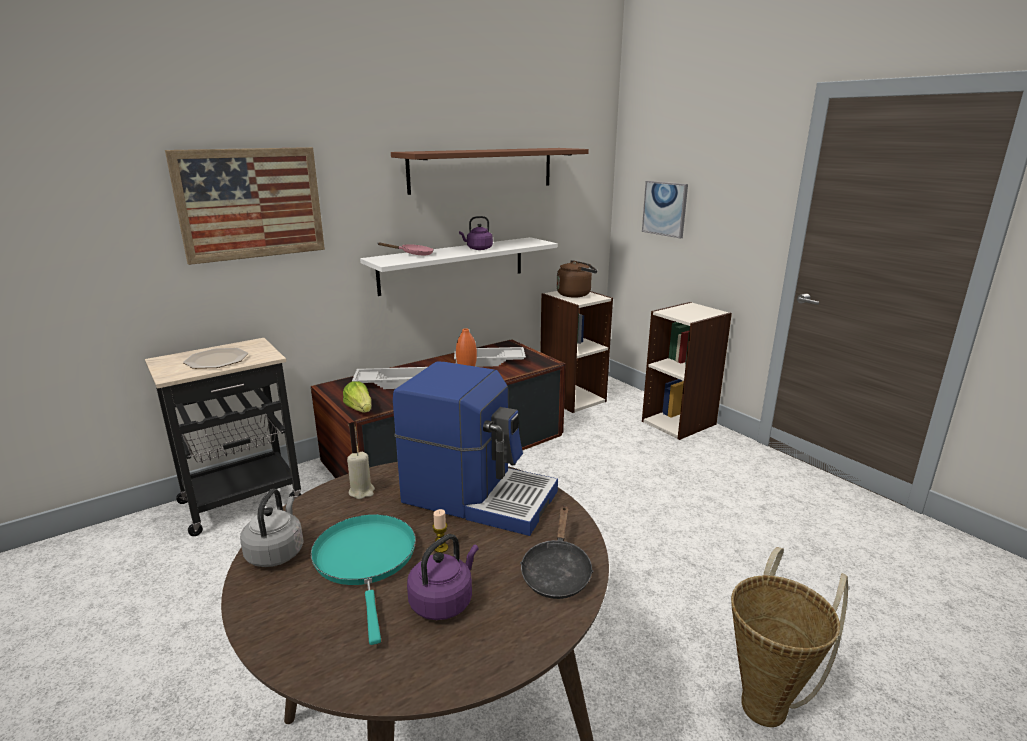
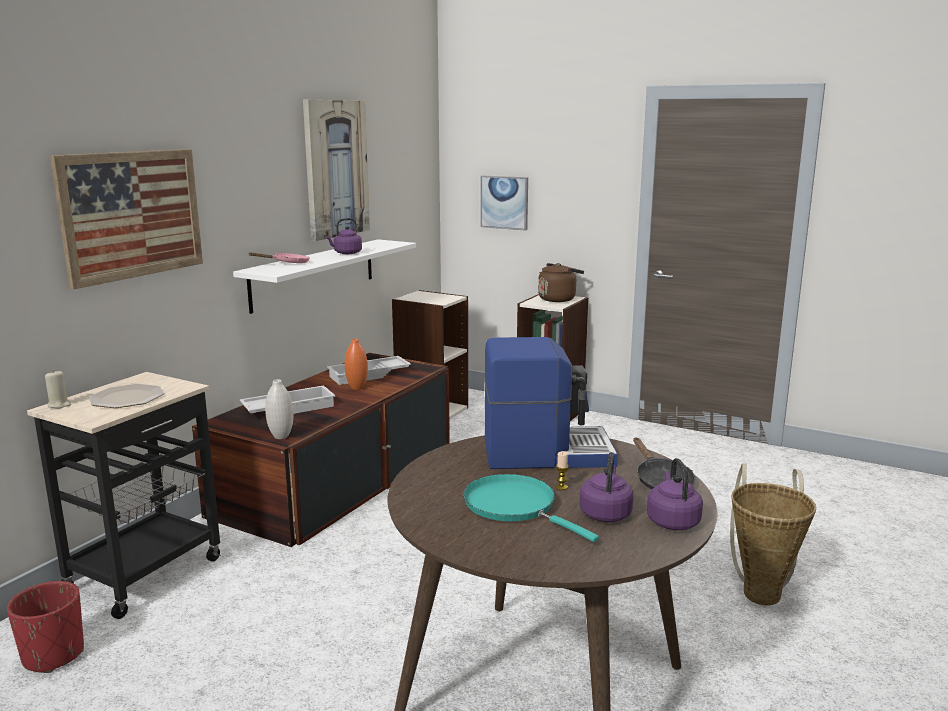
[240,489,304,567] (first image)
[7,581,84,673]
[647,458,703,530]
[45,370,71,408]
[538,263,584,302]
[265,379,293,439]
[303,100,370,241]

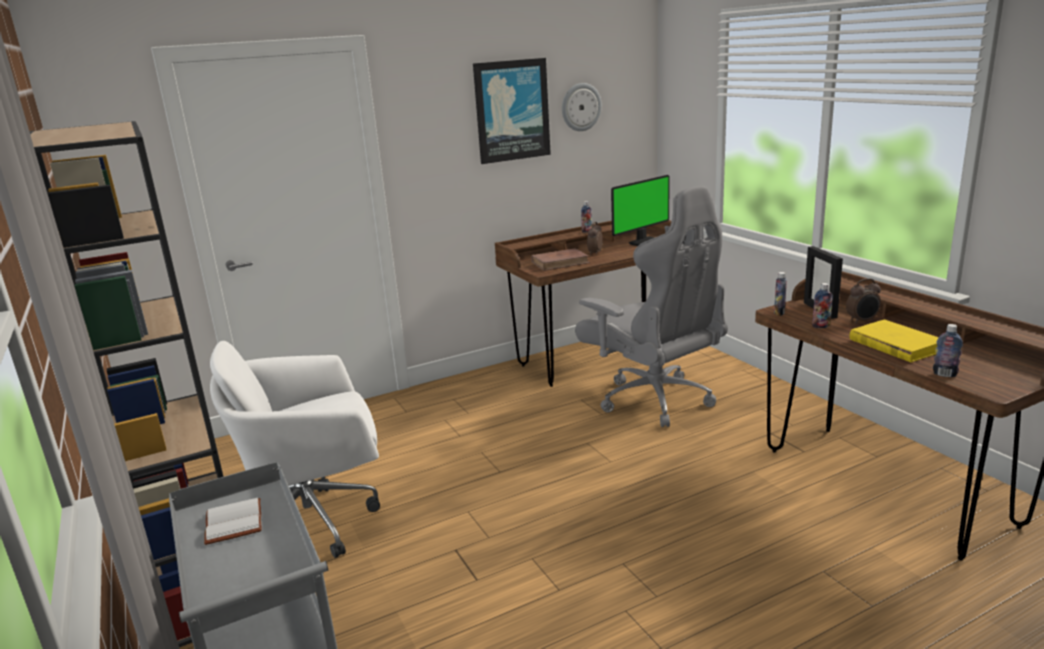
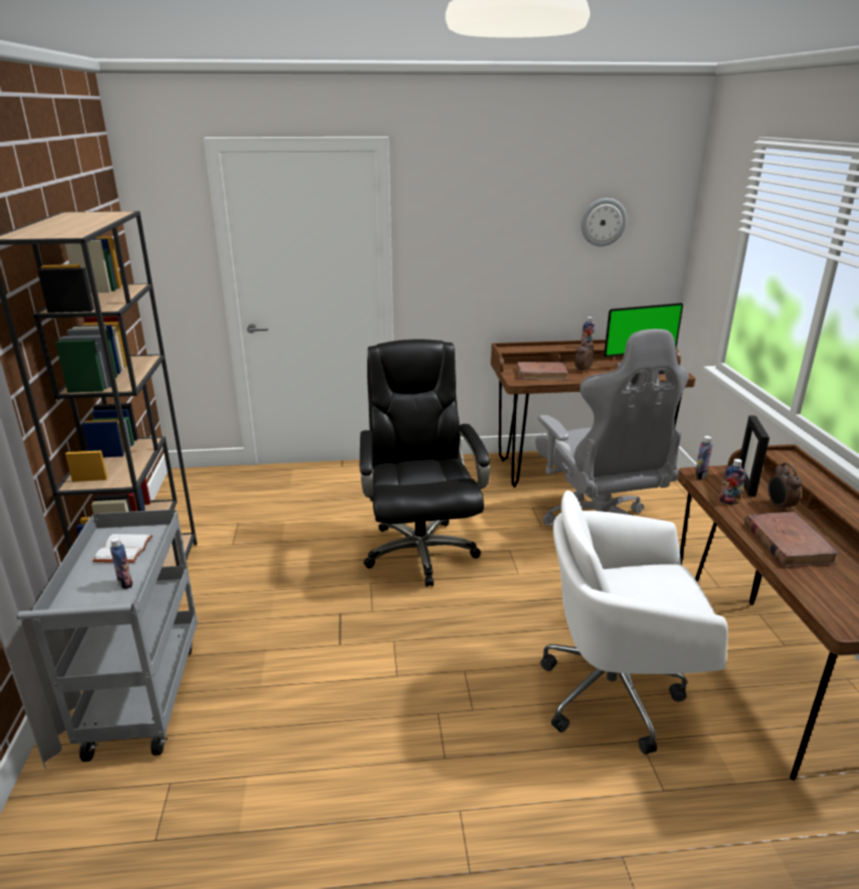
[473,58,551,164] (first image)
[360,339,490,587]
[540,490,728,754]
[110,537,133,589]
[744,512,840,567]
[768,462,802,512]

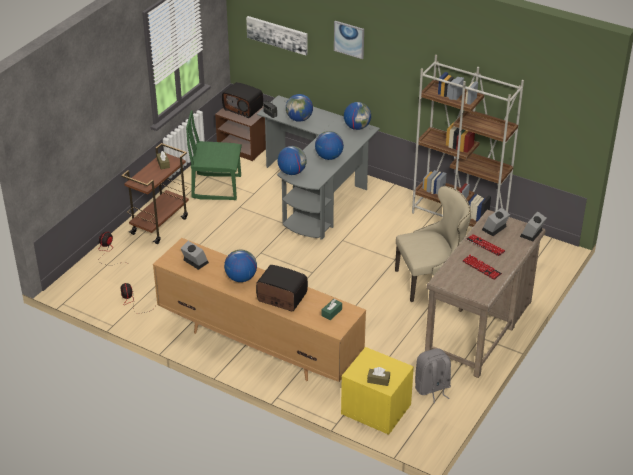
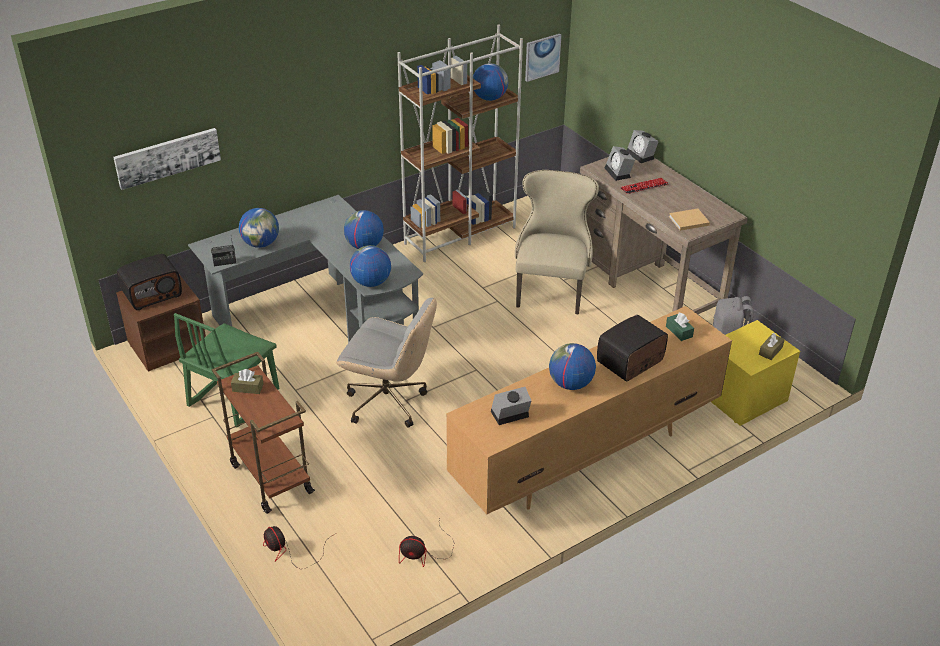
[462,255,502,280] (first image)
[336,297,437,428]
[669,209,710,231]
[525,34,562,82]
[473,63,508,101]

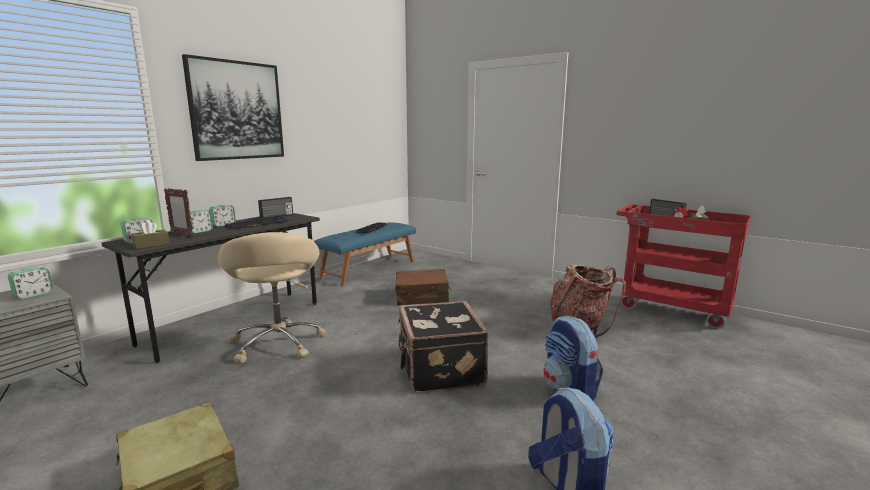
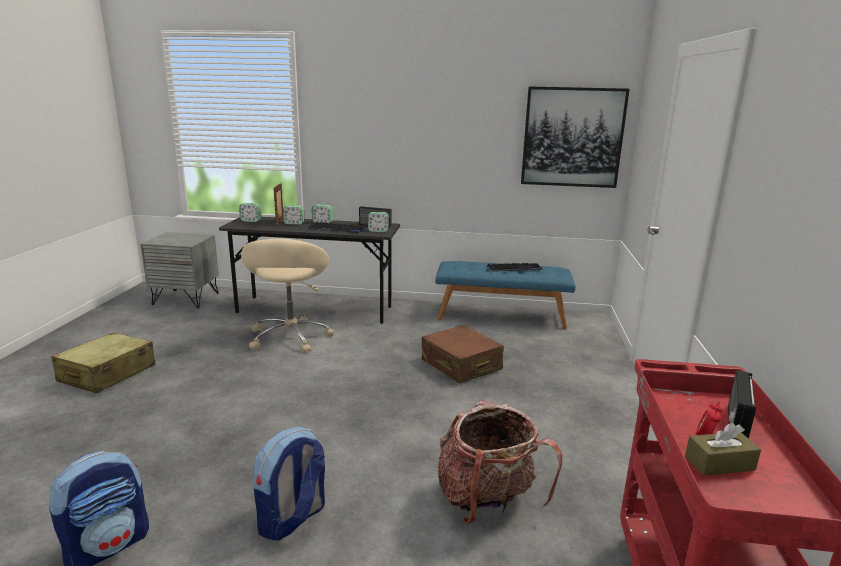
[131,220,170,249] (first image)
[397,301,489,394] (first image)
[368,212,389,232]
[521,86,630,188]
[241,239,334,353]

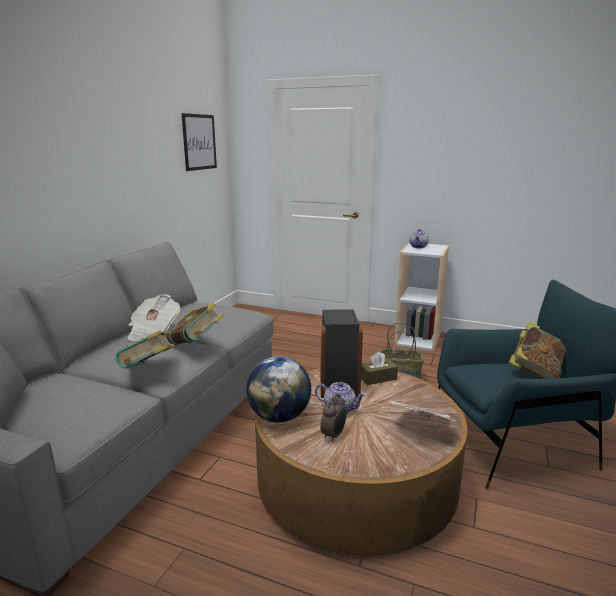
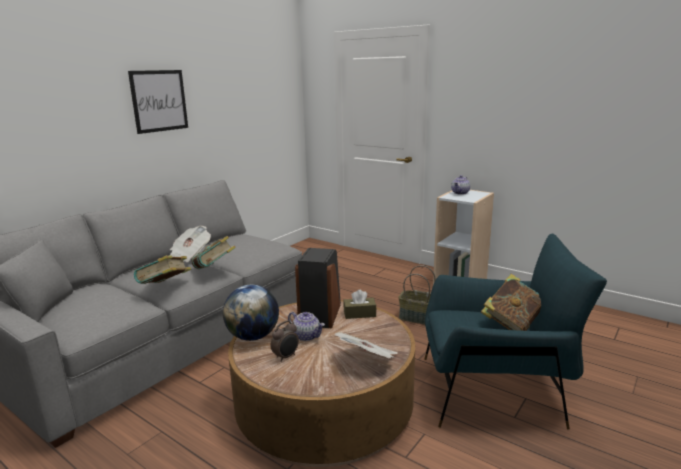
[128,70,188,134]

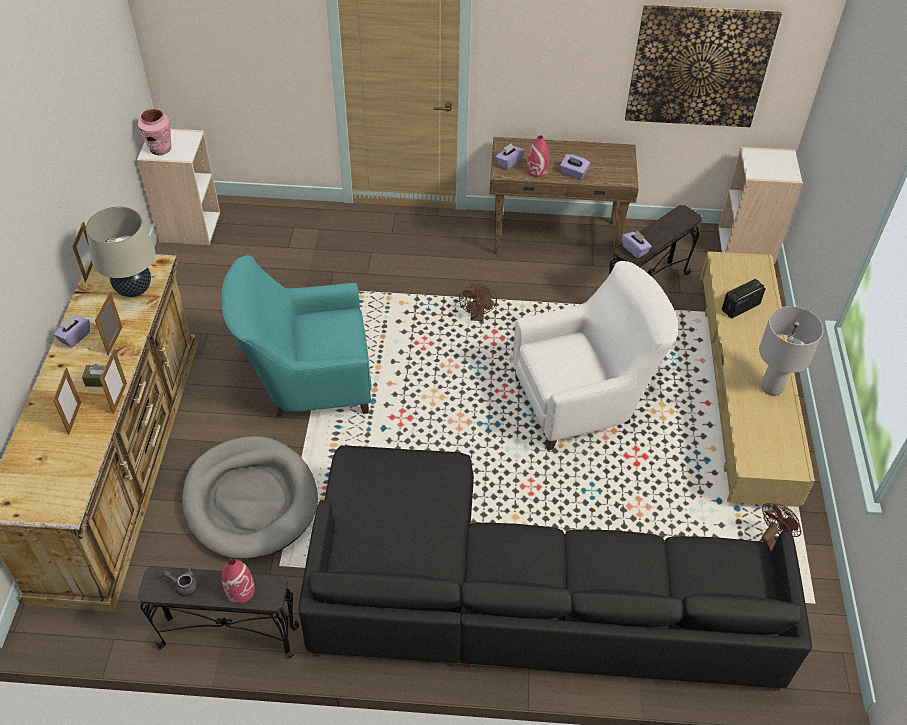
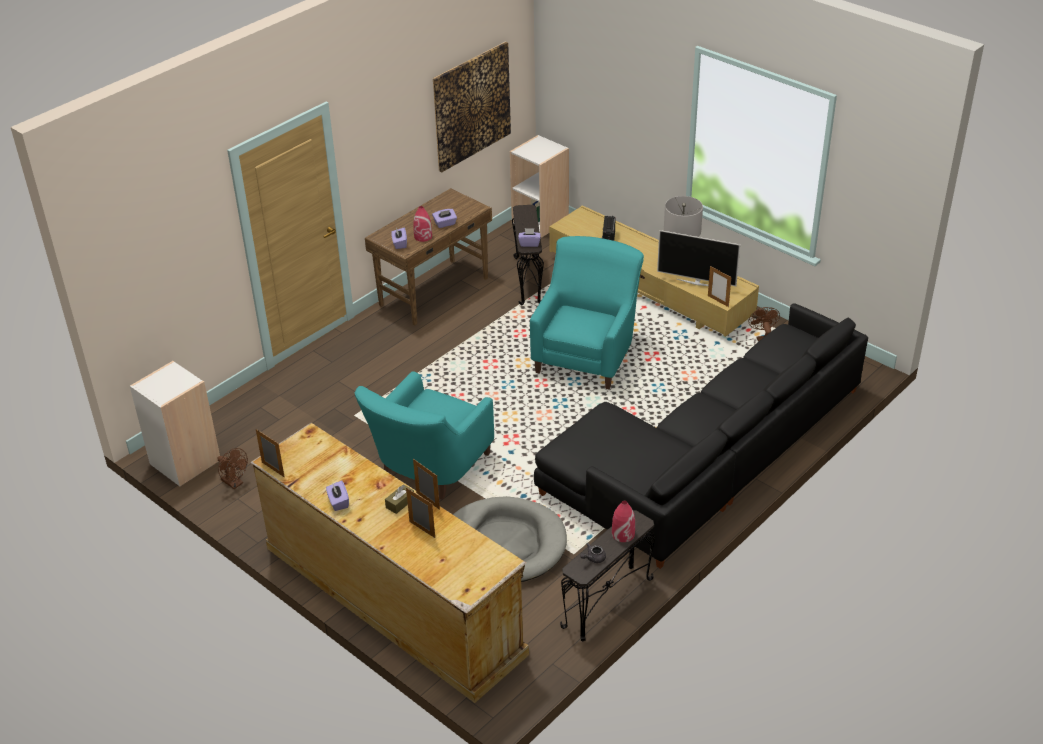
[86,207,155,297] (first image)
[138,109,171,155] (first image)
[657,230,740,286]
[708,266,731,307]
[218,448,248,489]
[530,236,644,389]

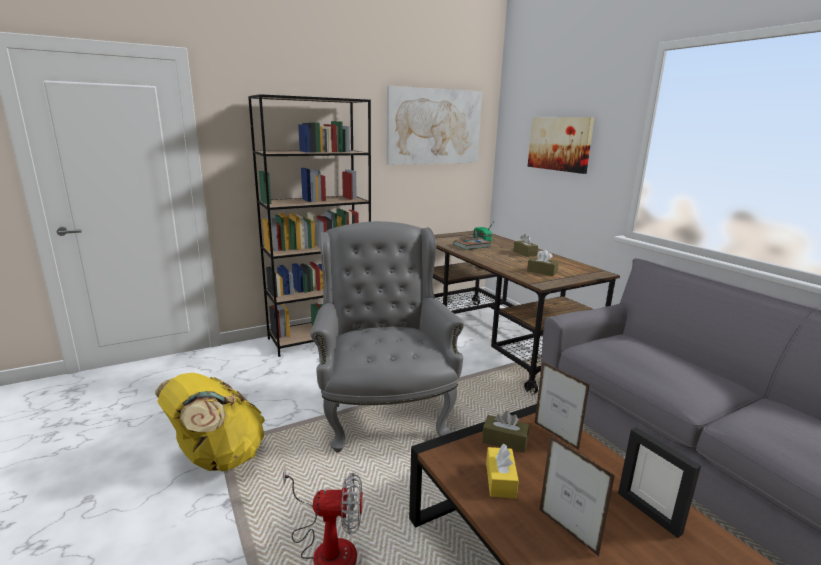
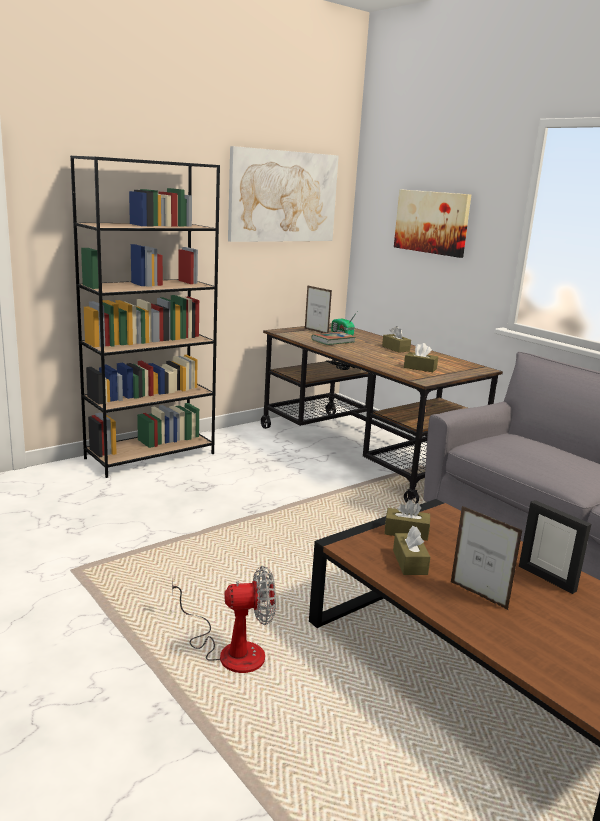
[155,373,265,472] (first image)
[310,221,464,452] (first image)
[305,285,332,333]
[393,526,430,575]

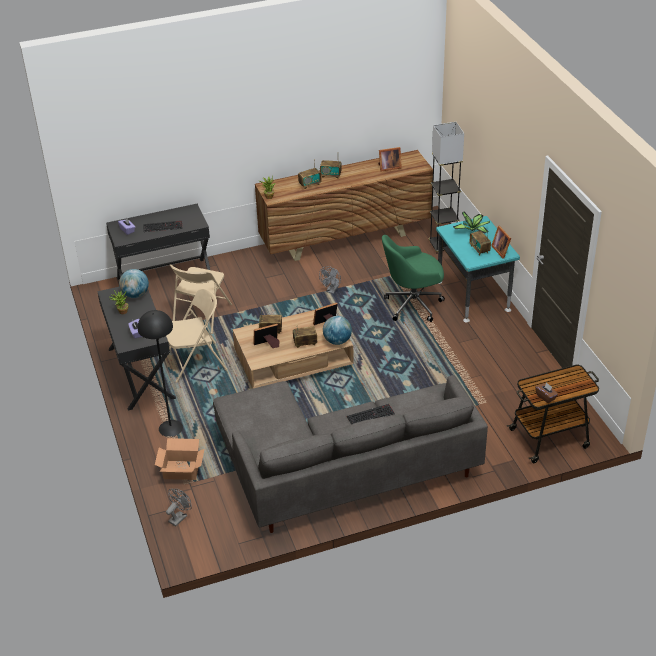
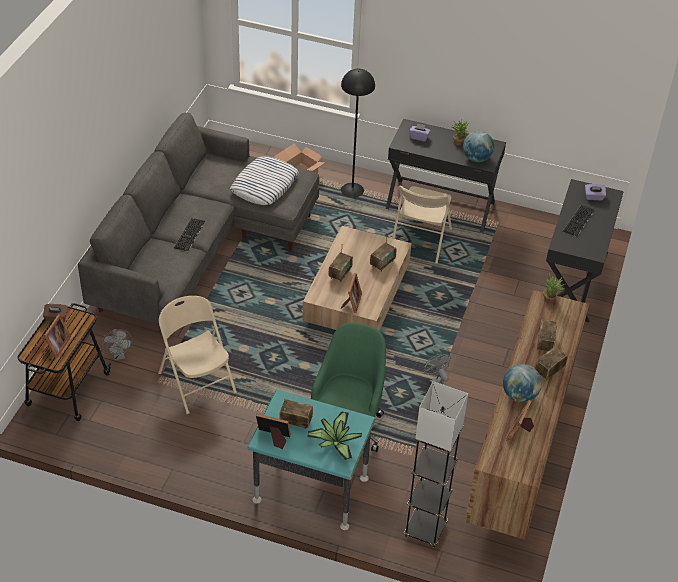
[230,156,299,205]
[102,329,133,360]
[158,296,237,414]
[43,314,71,358]
[503,364,542,403]

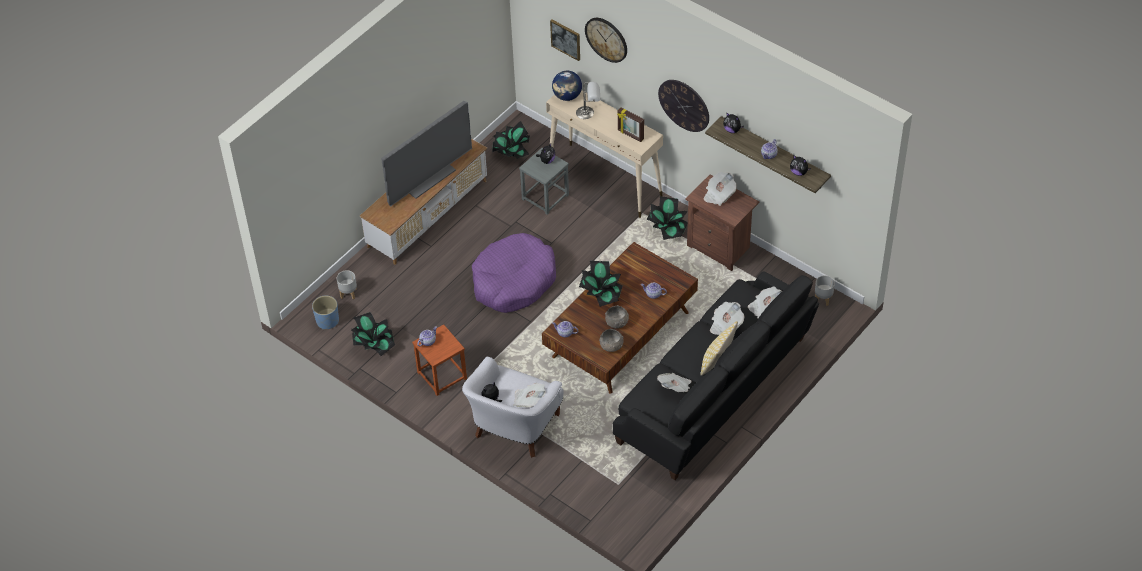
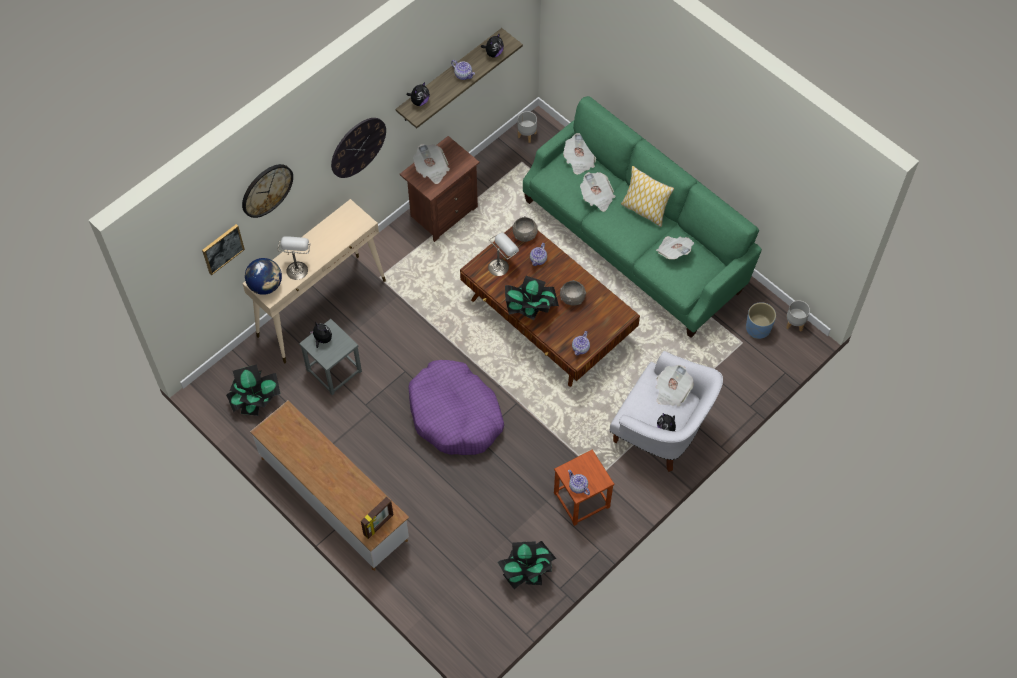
[381,101,472,207] (first image)
[646,196,688,240] (first image)
[488,233,519,276]
[746,302,776,339]
[786,300,810,332]
[512,216,538,242]
[361,497,393,539]
[523,96,762,338]

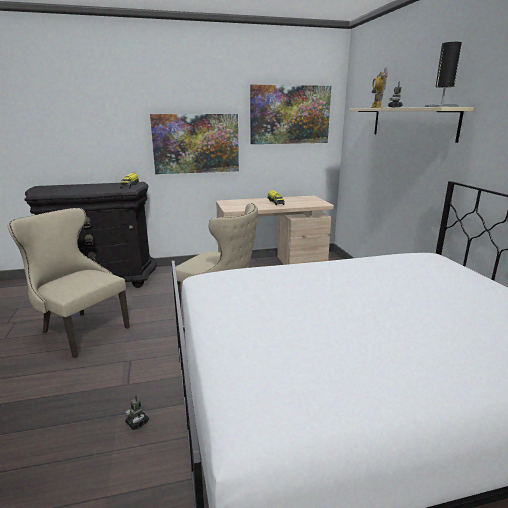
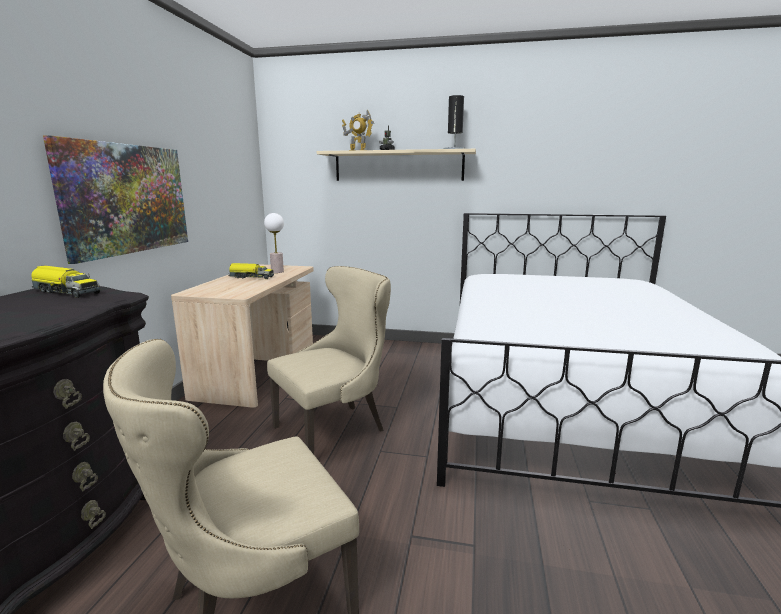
[125,395,149,430] (first image)
[250,85,331,144] (first image)
[264,213,284,273]

